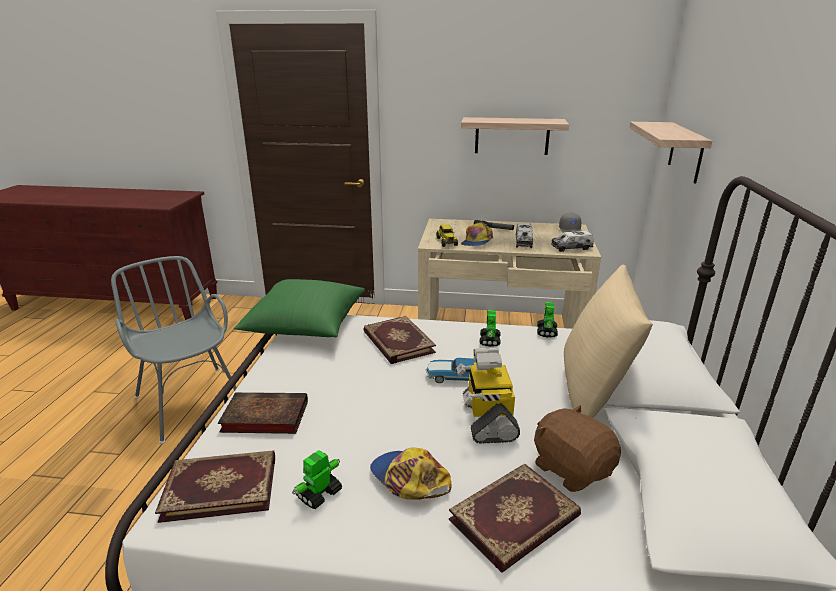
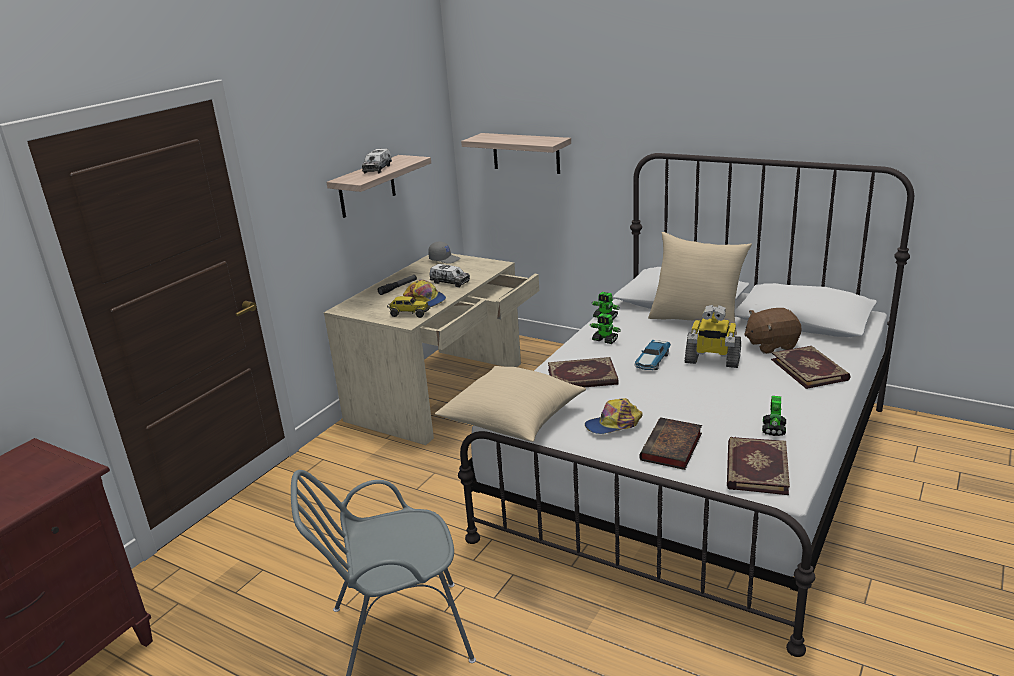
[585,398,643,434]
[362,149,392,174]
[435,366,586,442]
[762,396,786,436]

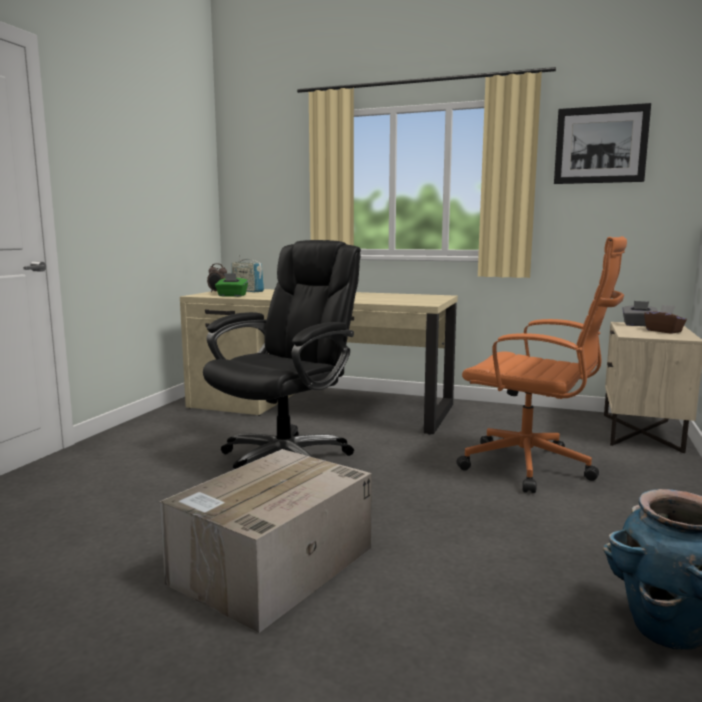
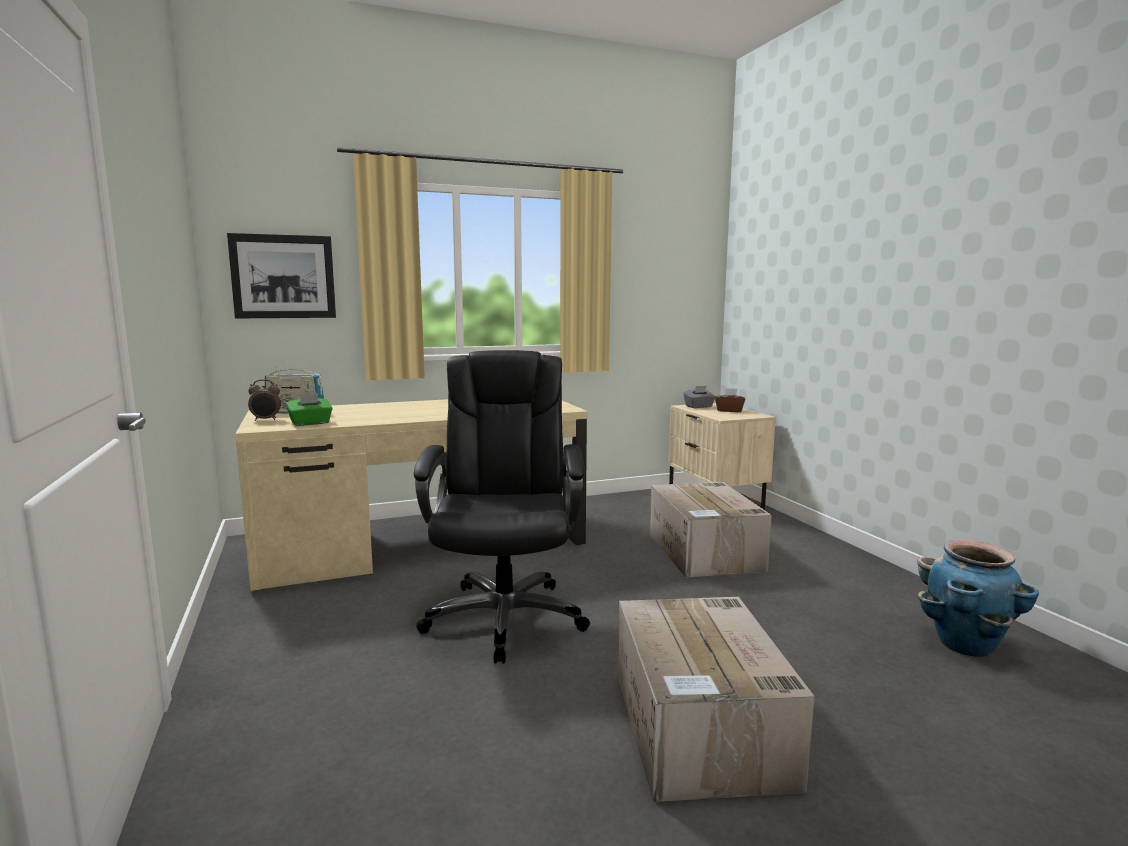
[227,233,336,318]
[650,482,772,578]

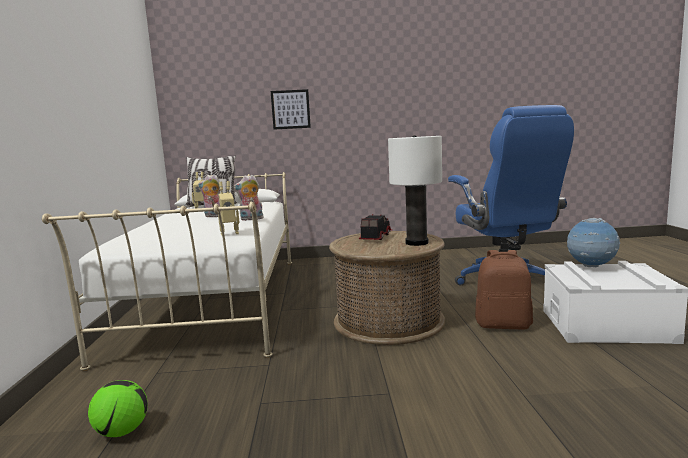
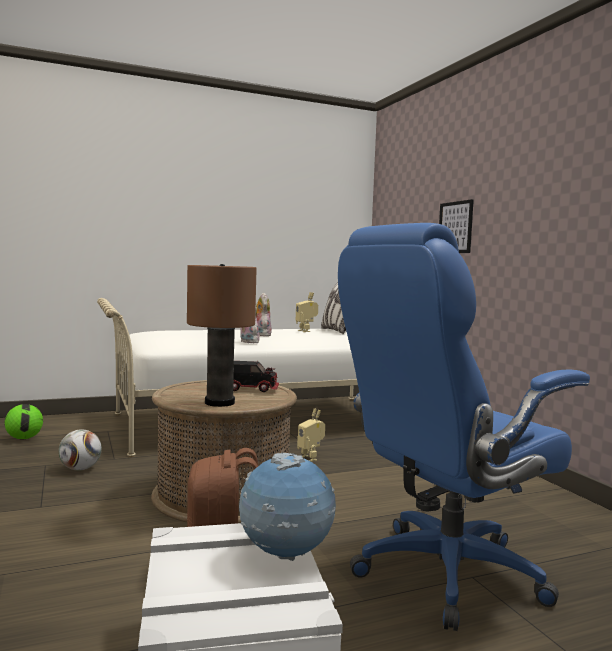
[59,429,102,471]
[297,408,325,462]
[187,264,257,407]

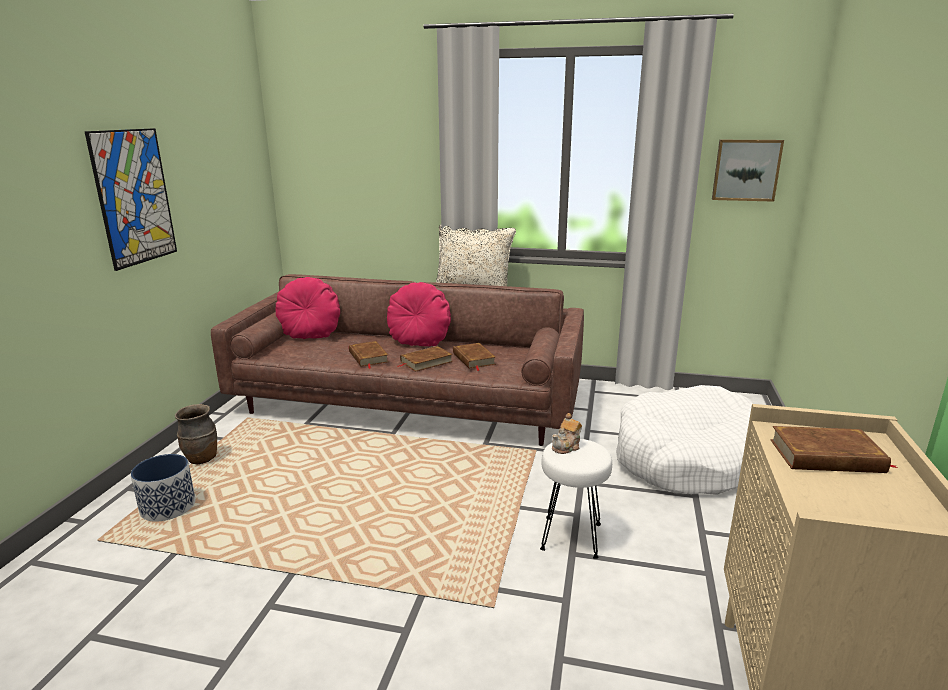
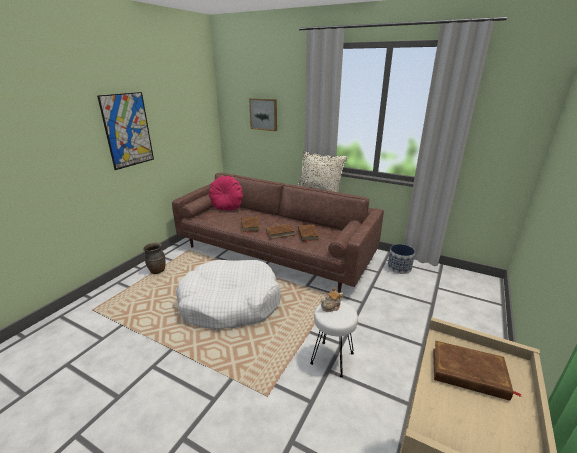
[387,282,451,346] (first image)
[388,244,415,274]
[176,260,281,330]
[249,98,277,131]

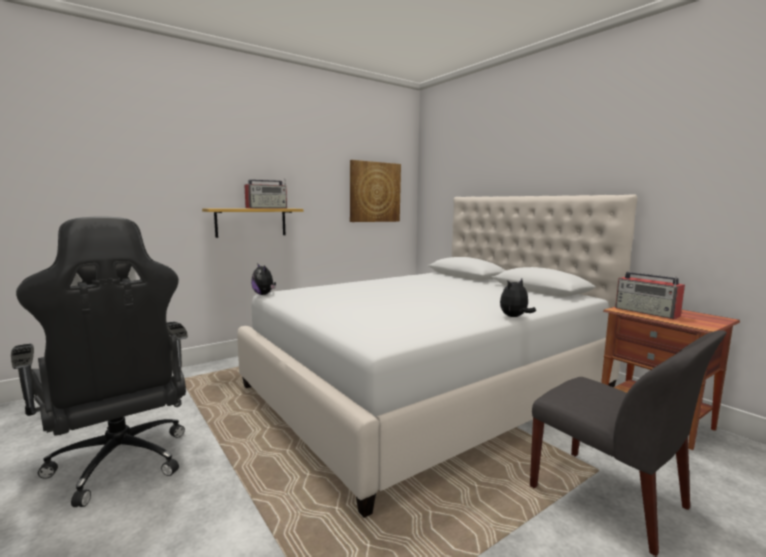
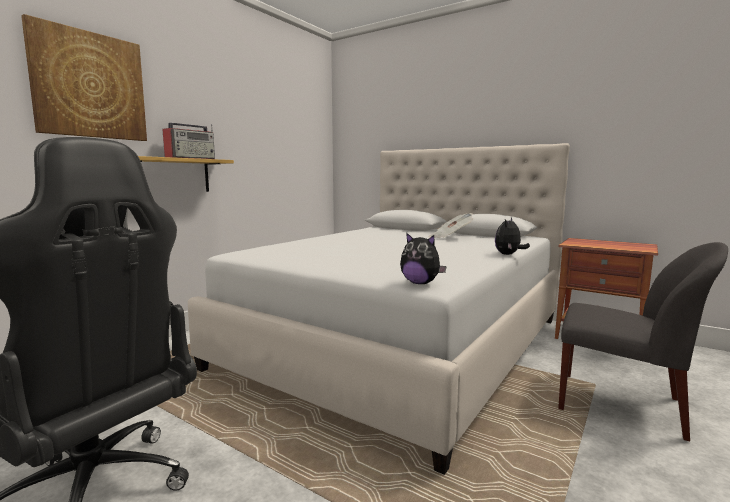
[615,272,685,319] (first image)
[429,213,473,238]
[400,233,447,284]
[21,14,147,141]

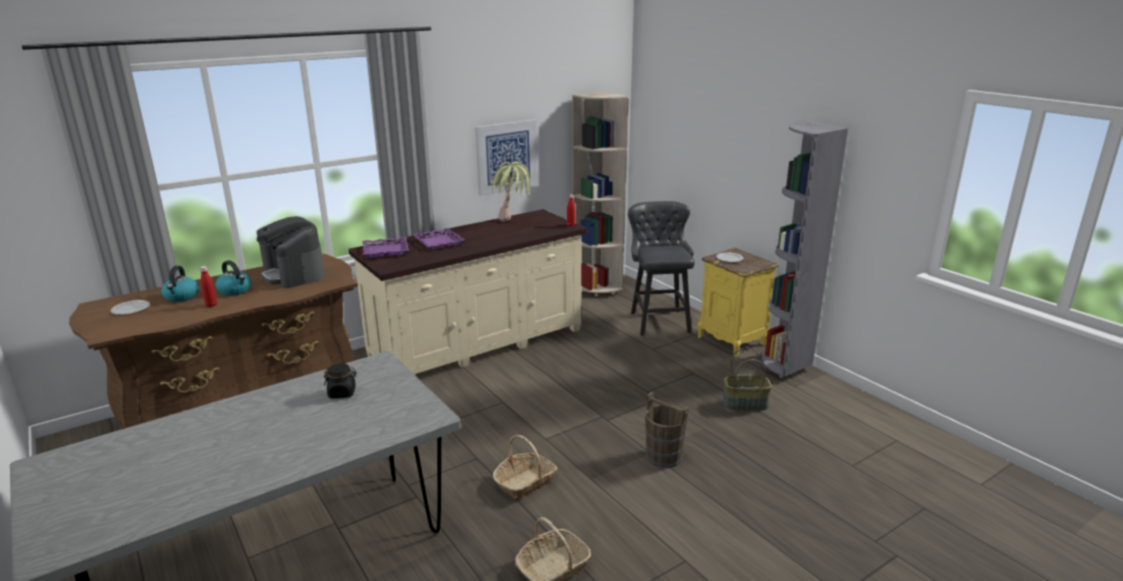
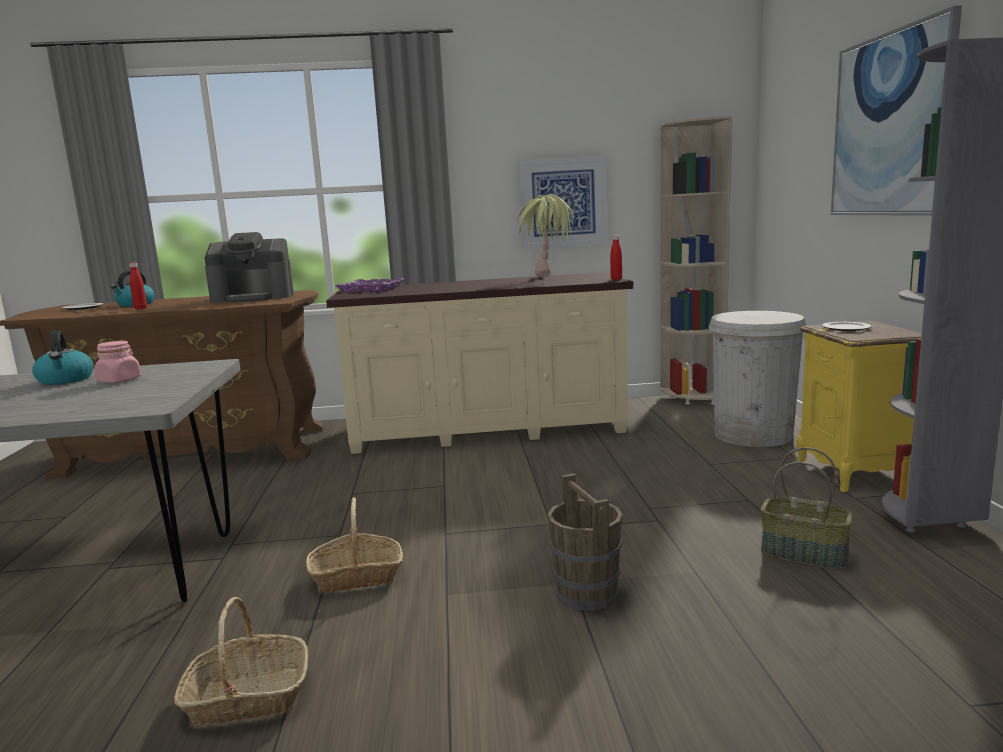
[413,228,465,250] (first image)
[831,5,962,216]
[32,330,93,385]
[708,311,806,447]
[94,341,141,383]
[205,232,294,303]

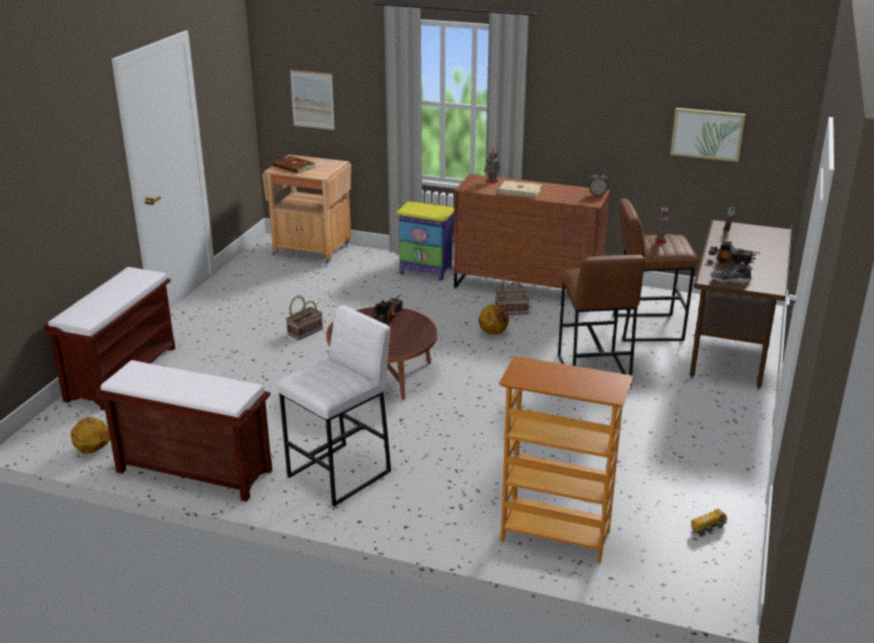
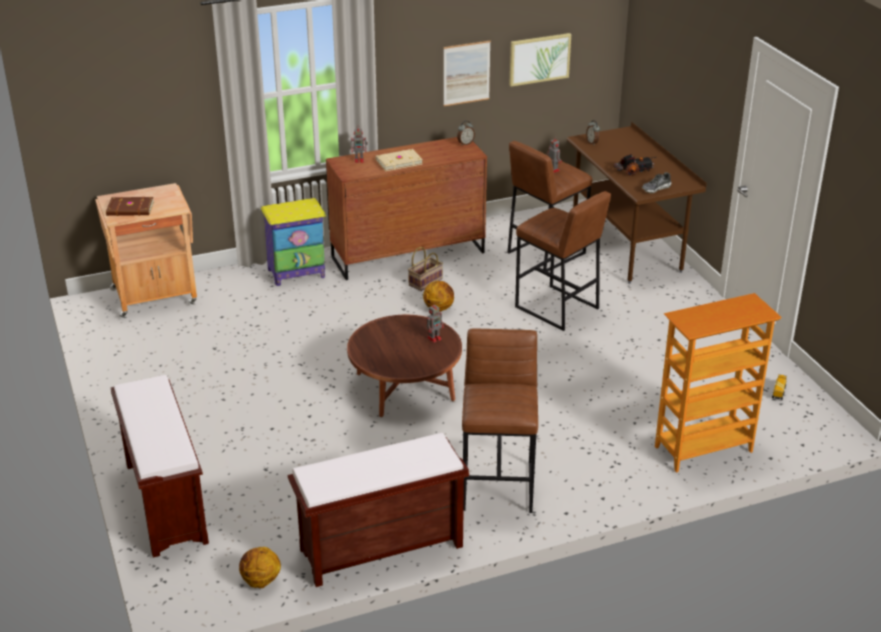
[286,296,323,340] (first image)
[371,295,404,322] (first image)
[427,303,444,343]
[444,41,491,106]
[462,329,538,513]

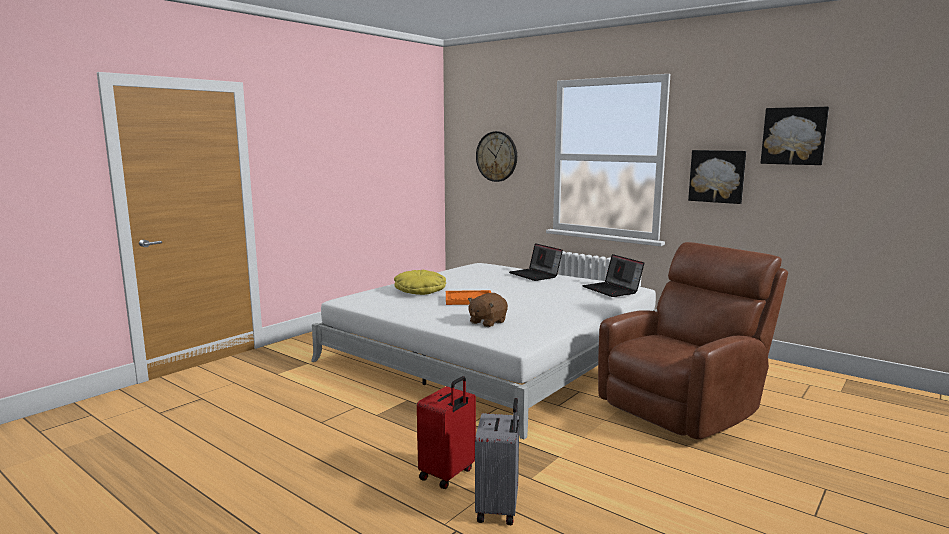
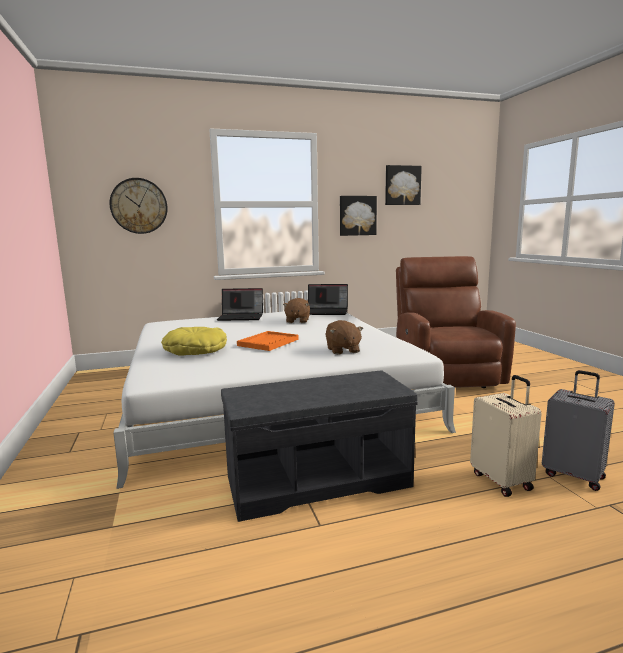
[221,370,418,522]
[283,298,310,323]
[470,375,541,497]

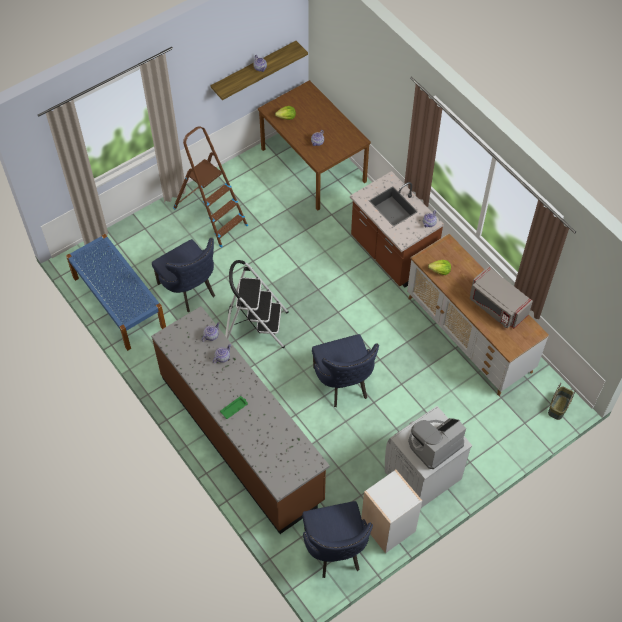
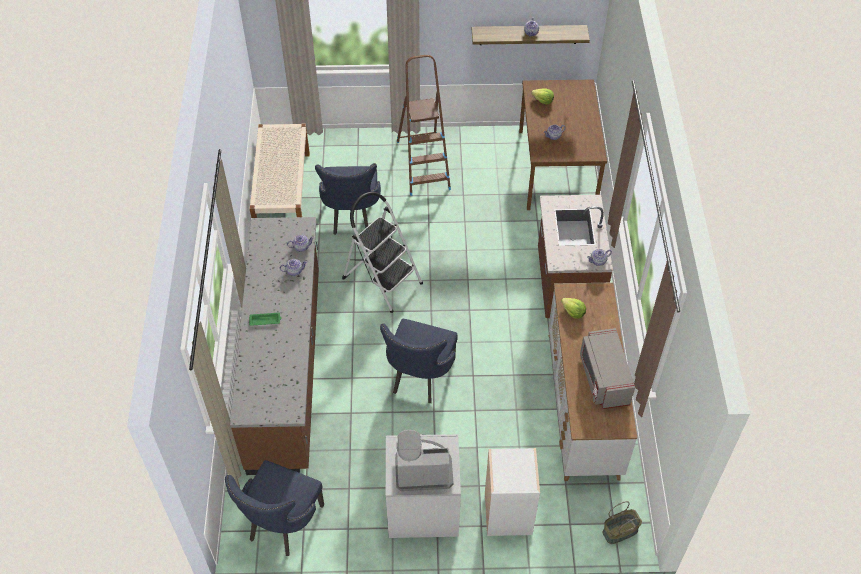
[485,448,540,536]
[250,124,310,218]

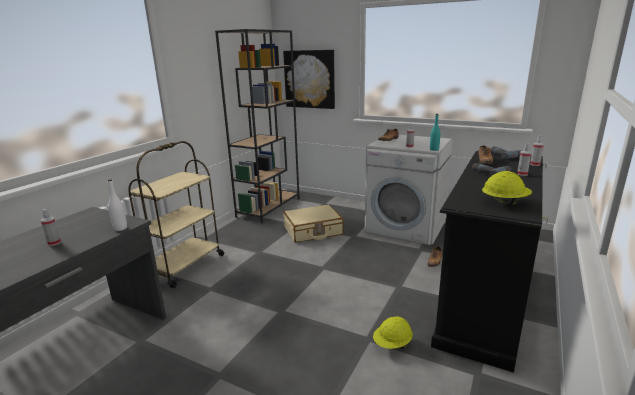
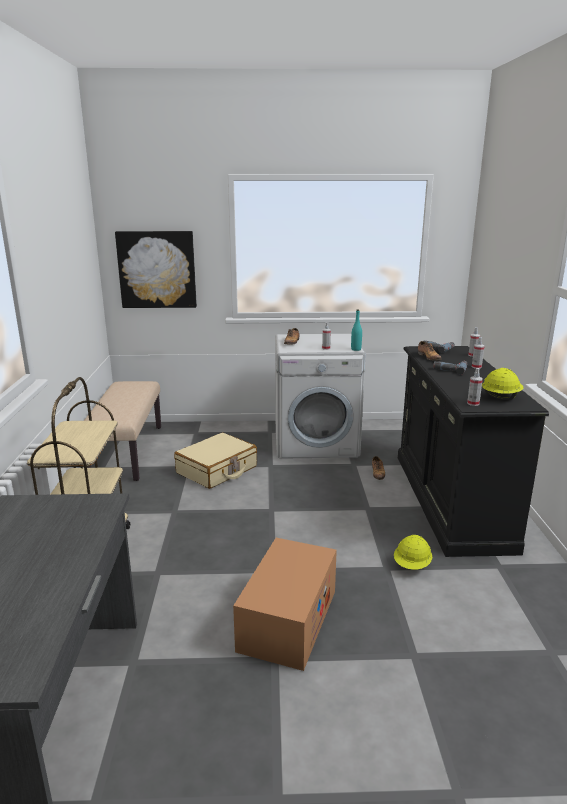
[108,179,127,231] (first image)
[233,538,337,671]
[467,368,483,406]
[84,381,161,481]

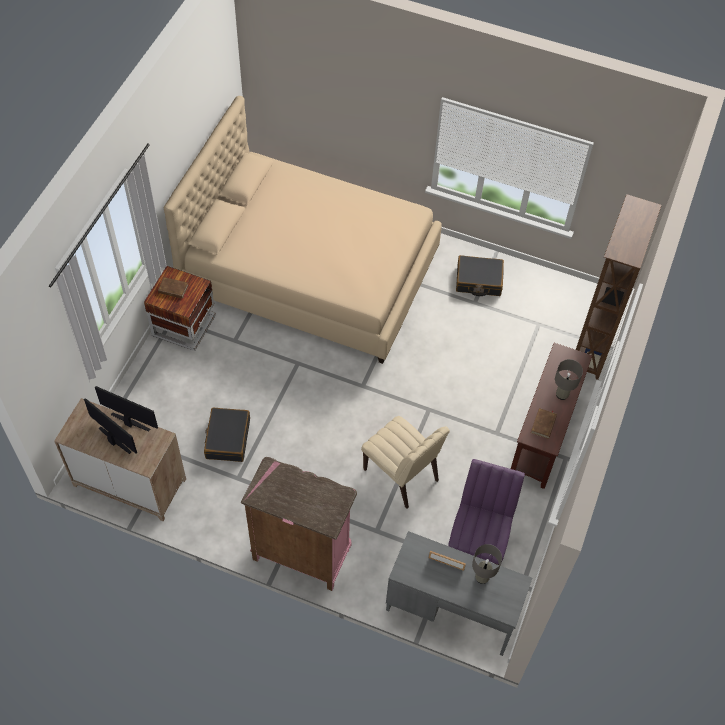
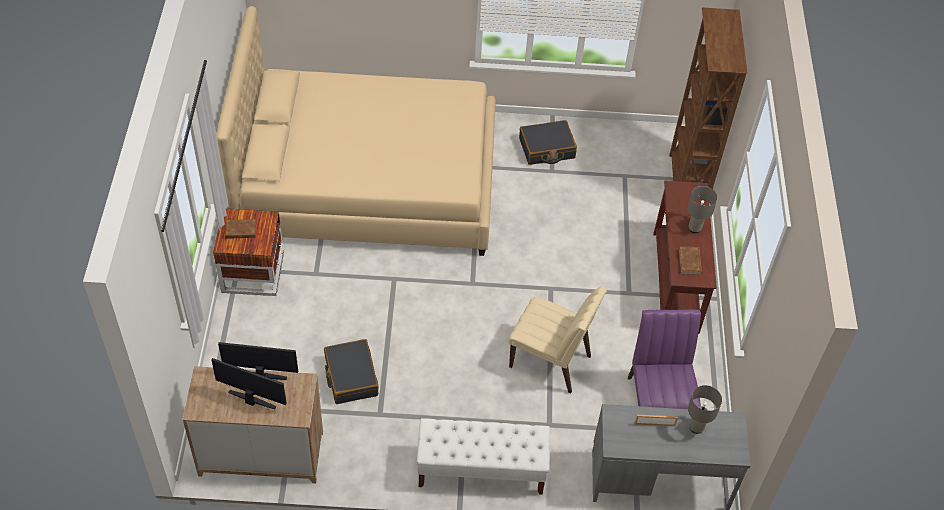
[417,418,550,495]

